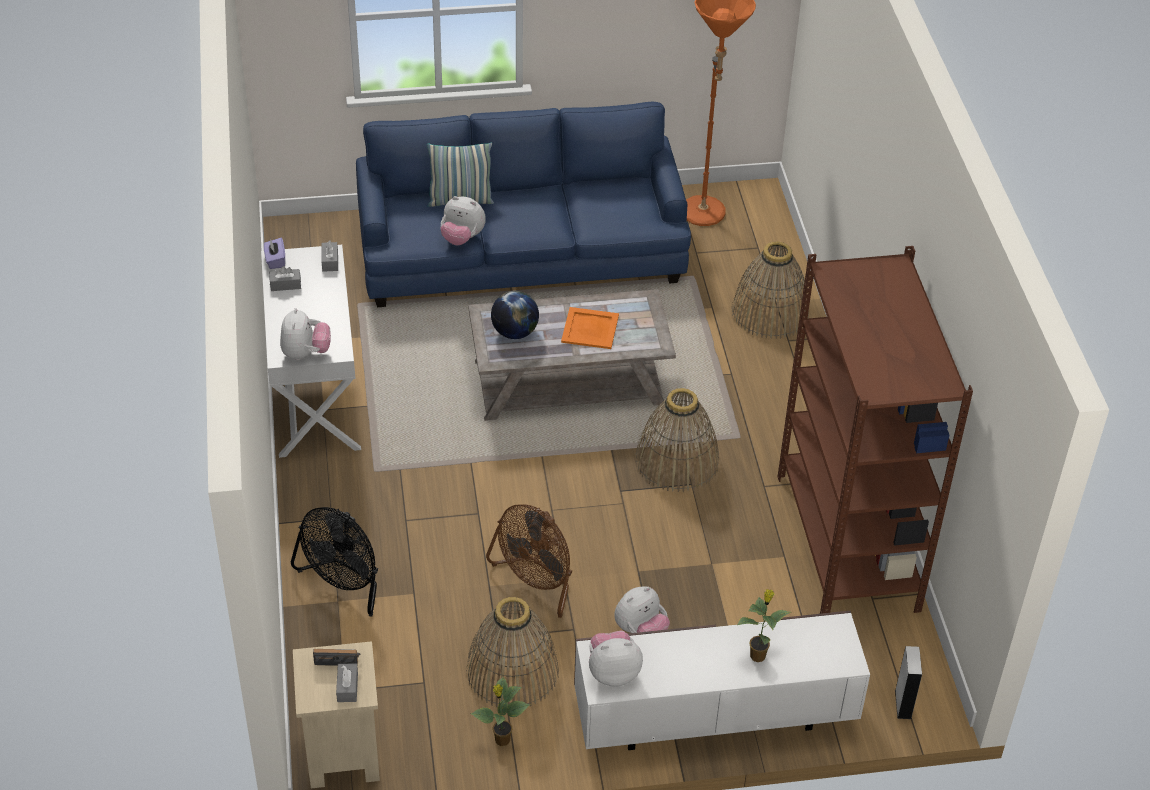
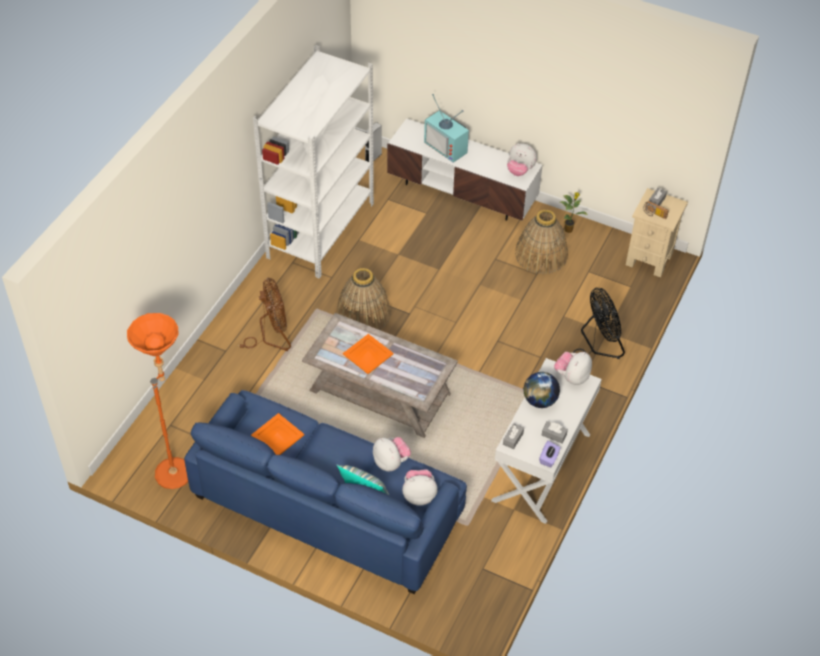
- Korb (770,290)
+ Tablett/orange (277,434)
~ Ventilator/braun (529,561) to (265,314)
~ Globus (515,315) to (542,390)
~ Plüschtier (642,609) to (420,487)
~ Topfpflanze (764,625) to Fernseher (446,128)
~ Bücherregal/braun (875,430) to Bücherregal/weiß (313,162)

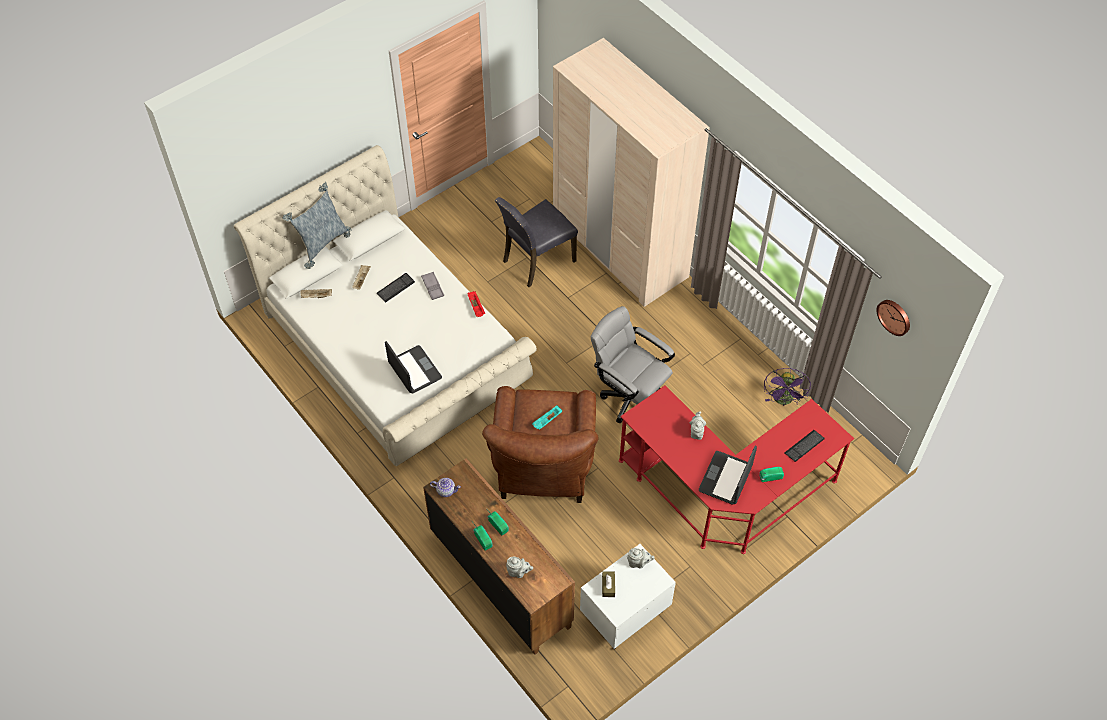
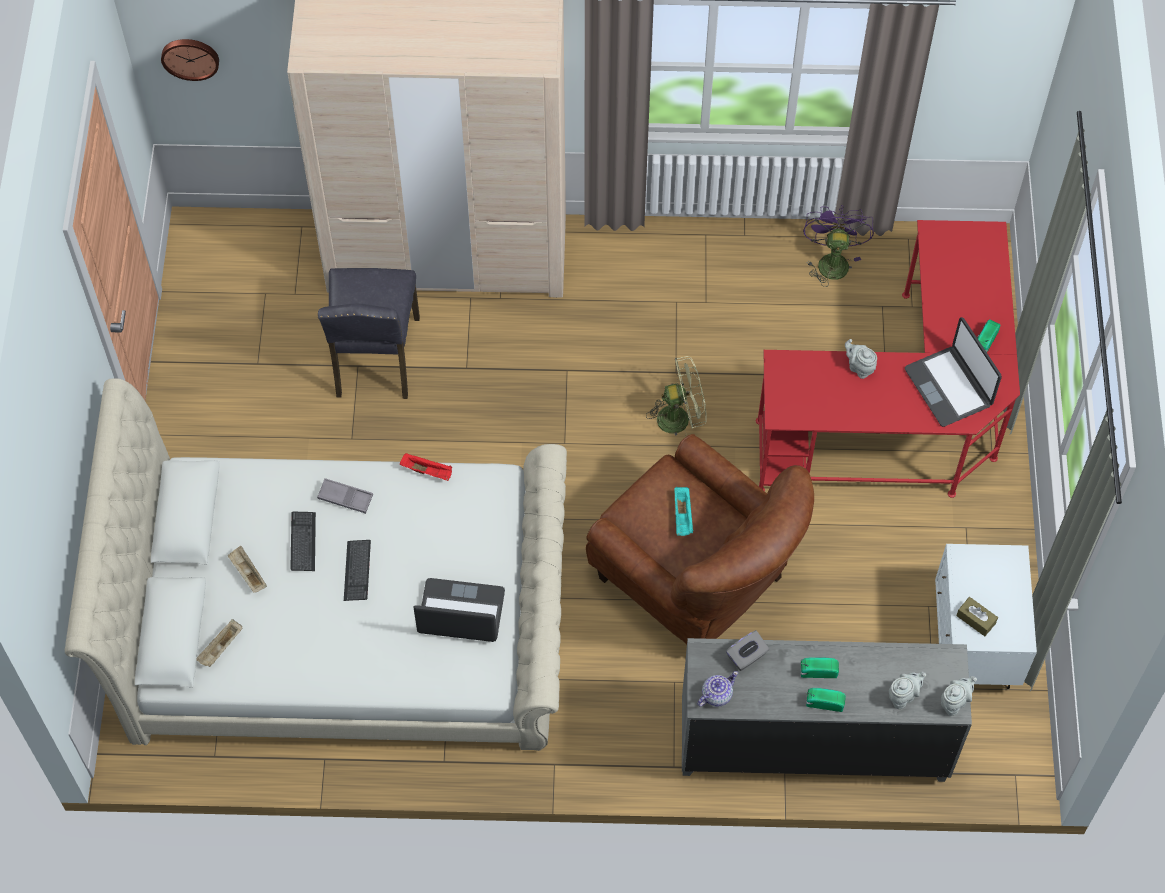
- Kissen (317,225)
+ Taschentuchbox/grau (747,650)
~ Teekanne/grau (640,558) to (959,696)
~ Tastatur (804,446) to (357,570)
~ Wanduhr (893,318) to (190,60)
~ Bürostuhl/grau (633,364) to Ventilator/grün (676,396)
~ Kommode/braun (499,556) to Kommode/grau (827,710)
~ Ventilator/lila (787,387) = (838,246) 135 degrees counterclockwise

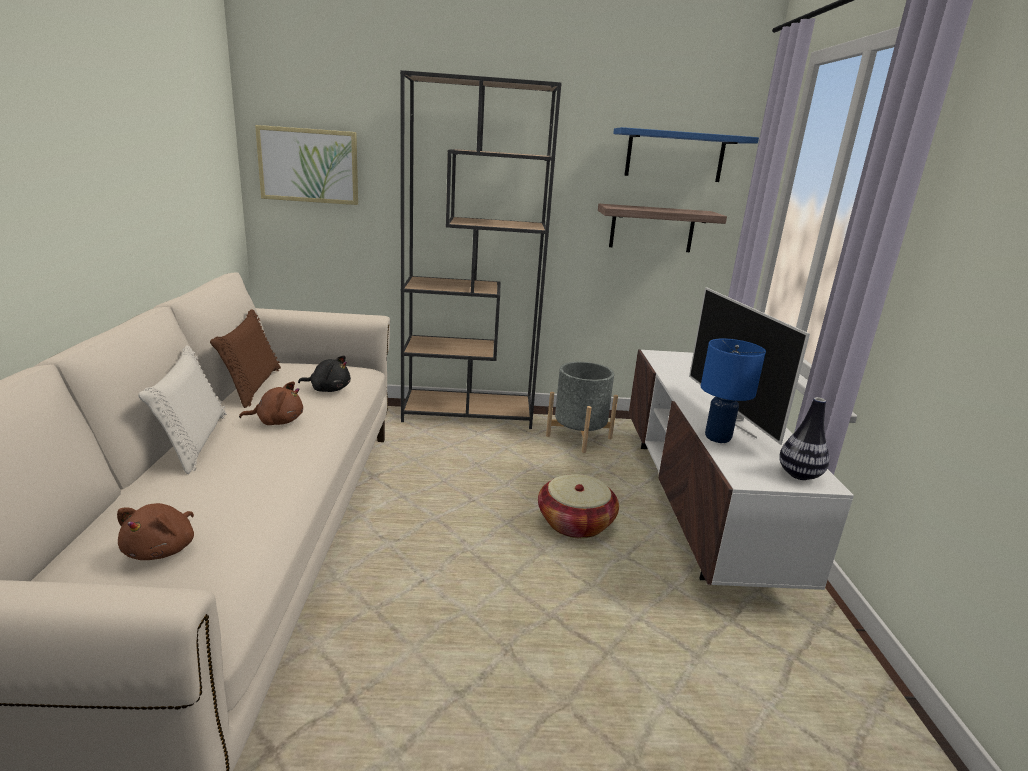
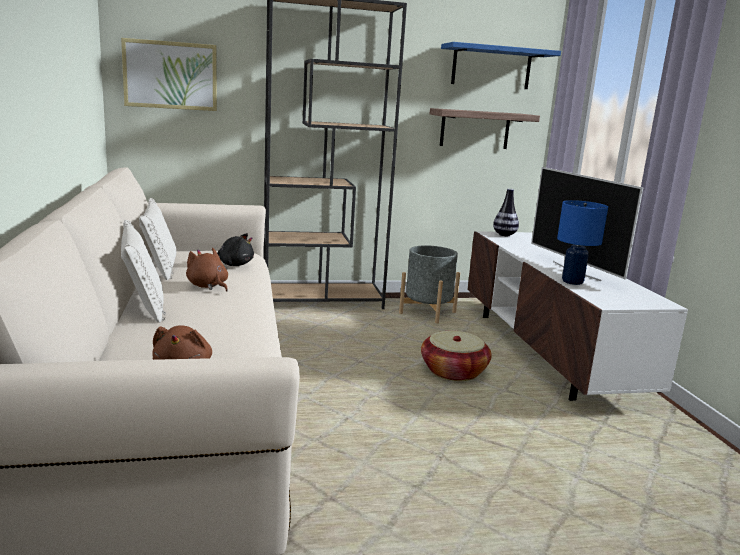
~ Vase (804,438) to (506,212)
~ Kissen/braun (245,358) to Kissen/weiß (158,239)
~ Plüschtier/braun (271,403) = (207,270) 120 degrees counterclockwise

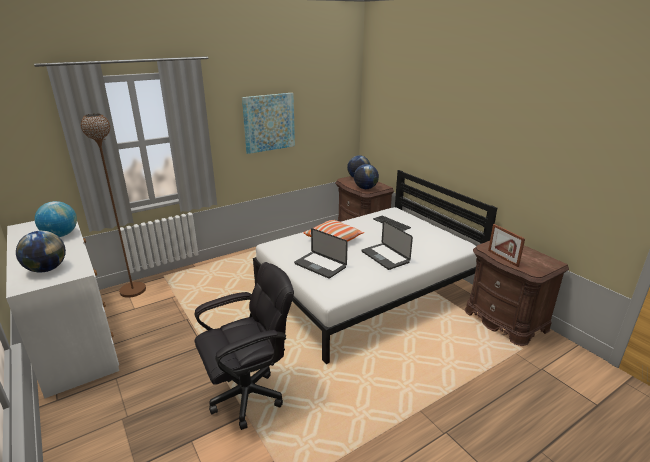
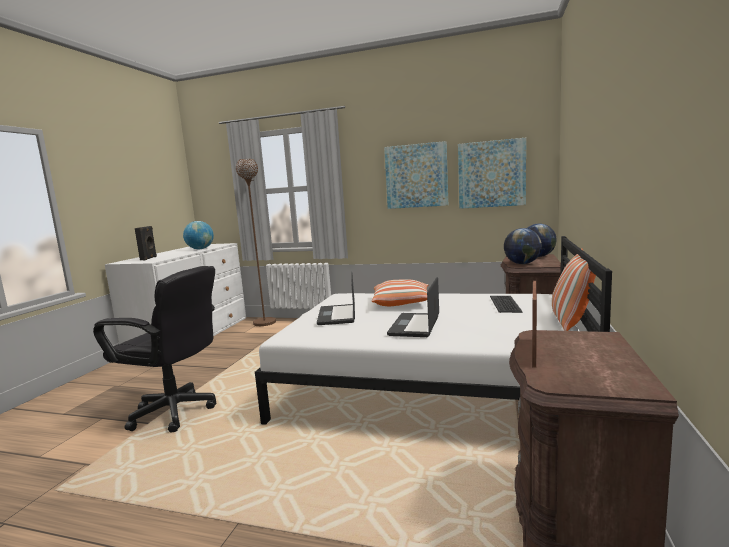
+ Bild (492,173)
+ Kissen (574,289)
~ Globus (41,252) to Lautsprecher/schwarz (146,243)

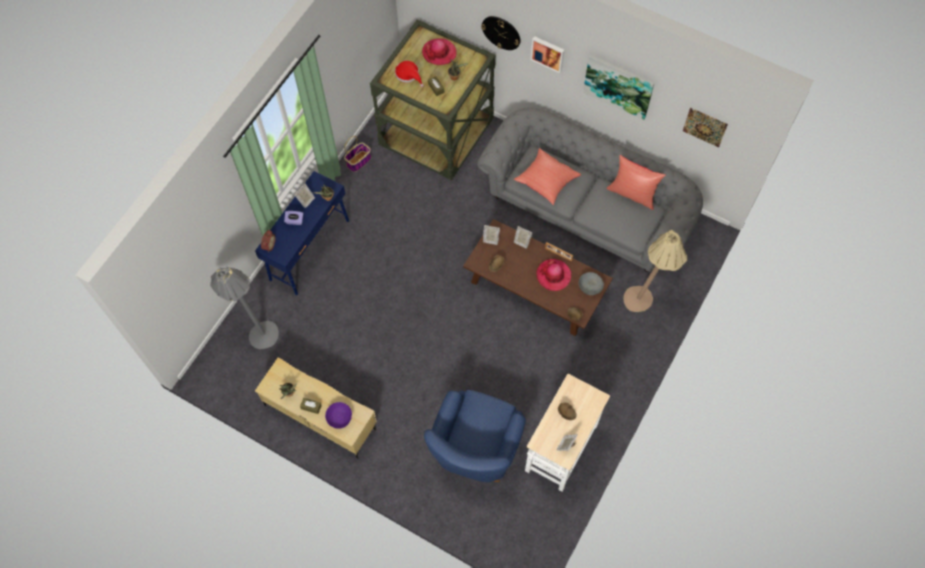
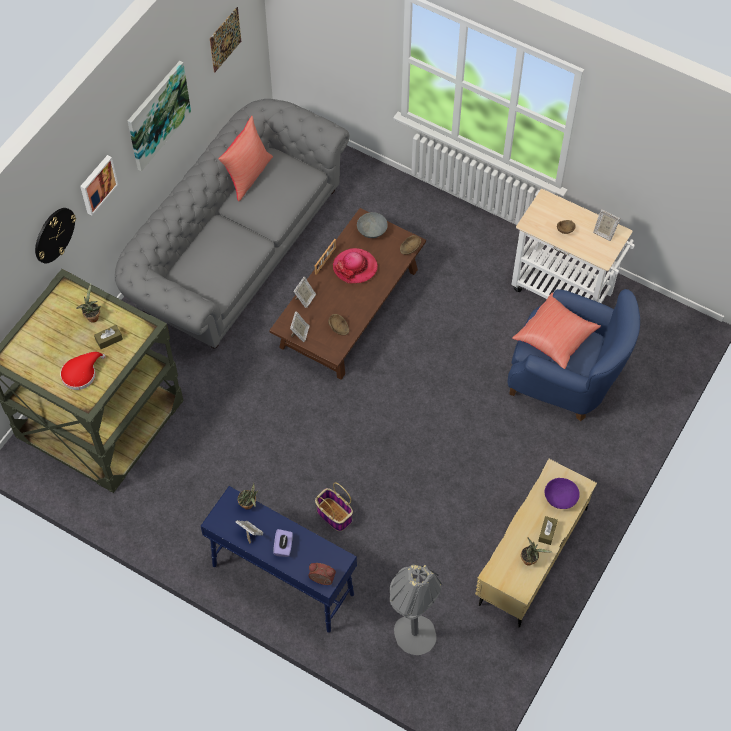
- Hut (439,51)
- Stehlampe/beige (655,271)
~ Korb (357,154) to (334,507)
~ Kissen/rot (547,176) to (556,331)

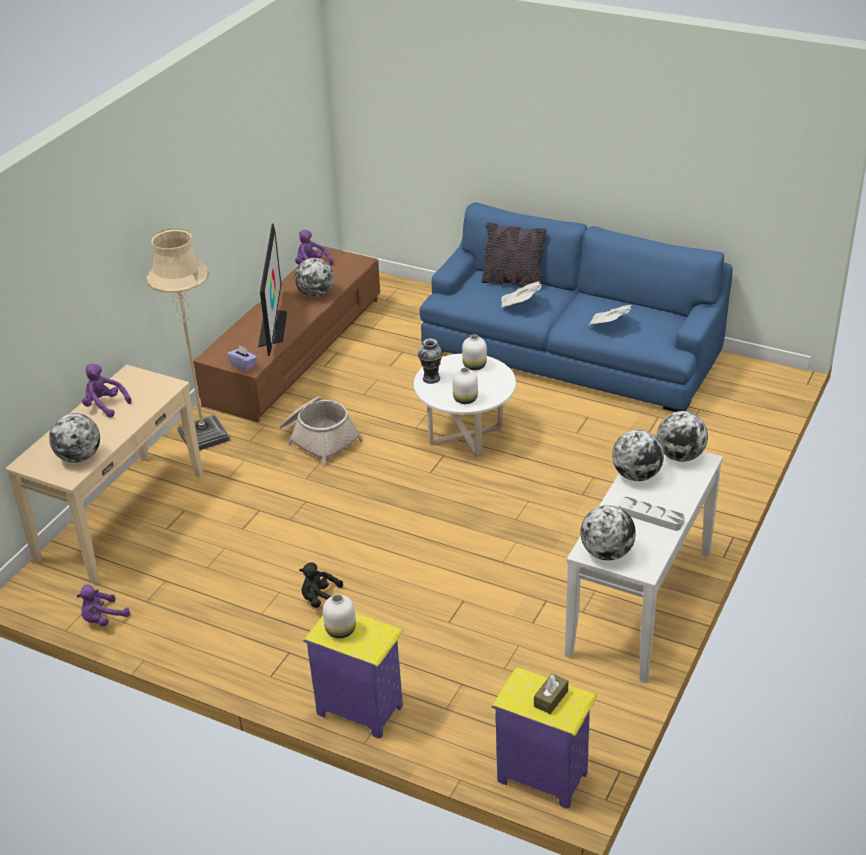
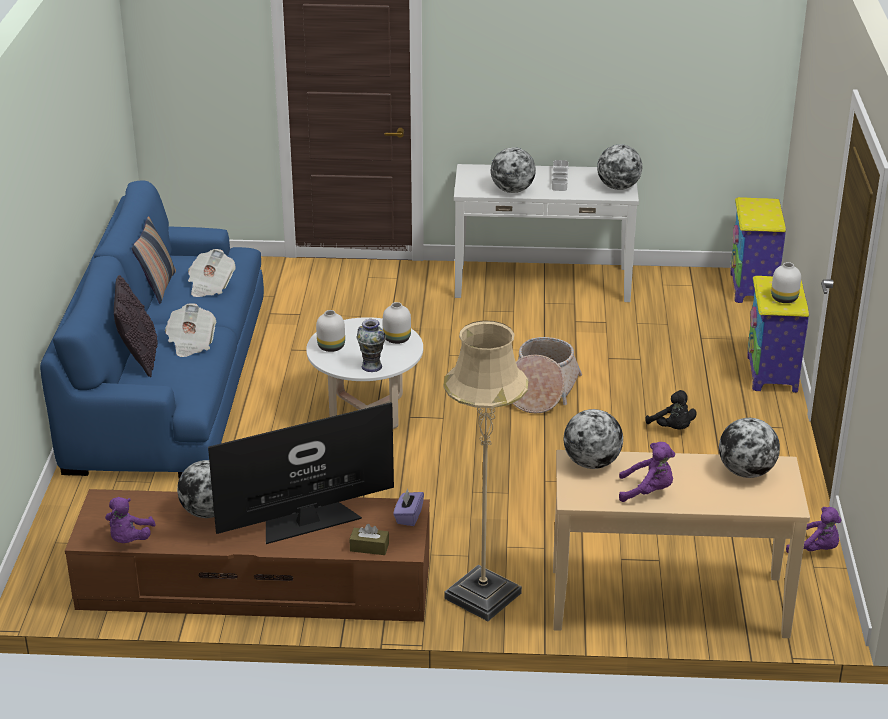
+ Kissen (154,260)
~ Korb (321,431) to (547,375)
~ Taschentuchbox/braun (551,693) to (369,539)
~ Globus (682,436) to (593,439)
~ Plüschtier/lila (106,390) = (647,472) 90 degrees counterclockwise

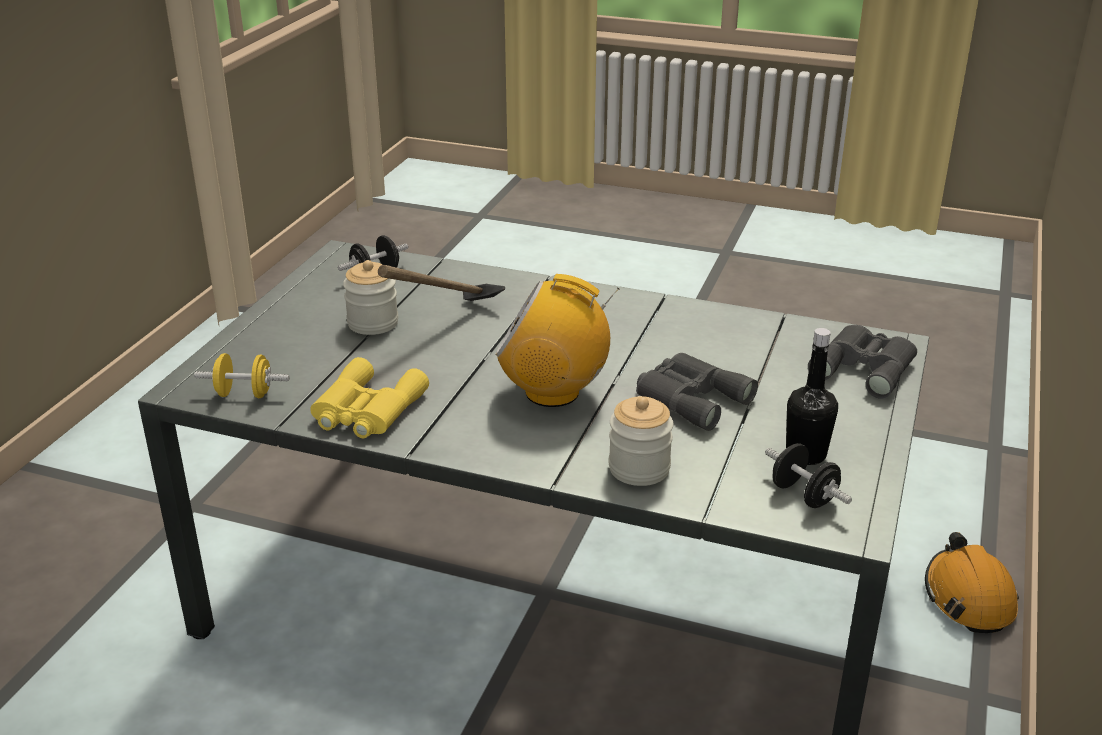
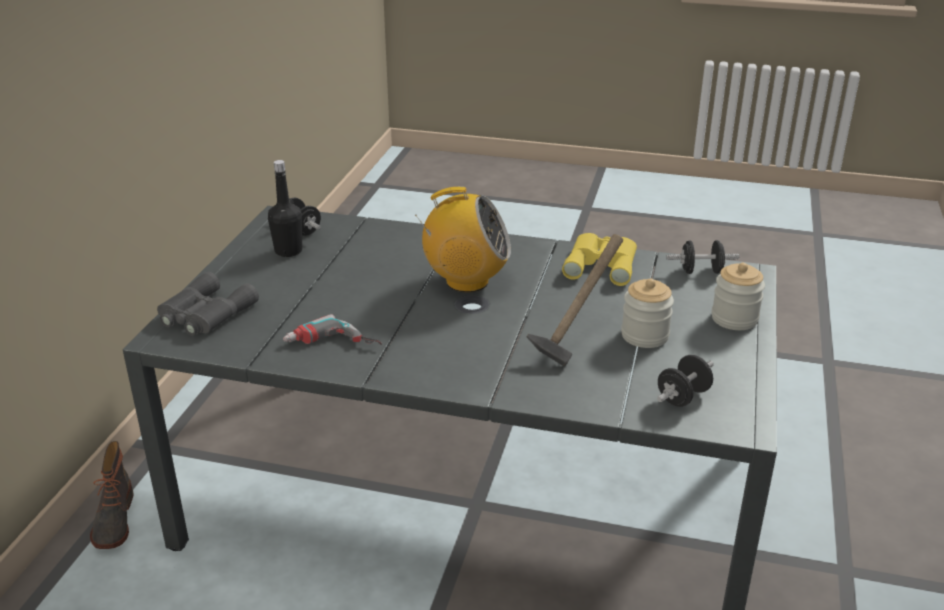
- Fernglas/grau (697,392)
+ Bohrmaschine (332,329)
~ Vorratsglas (641,441) to (738,296)
~ Schutzhelm/orange (972,582) to Stiefel (112,495)
~ Hantel/gelb (241,375) to Hantel/schwarz (703,257)

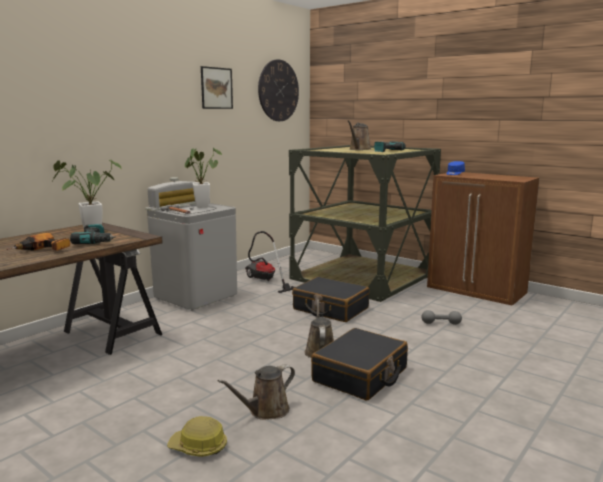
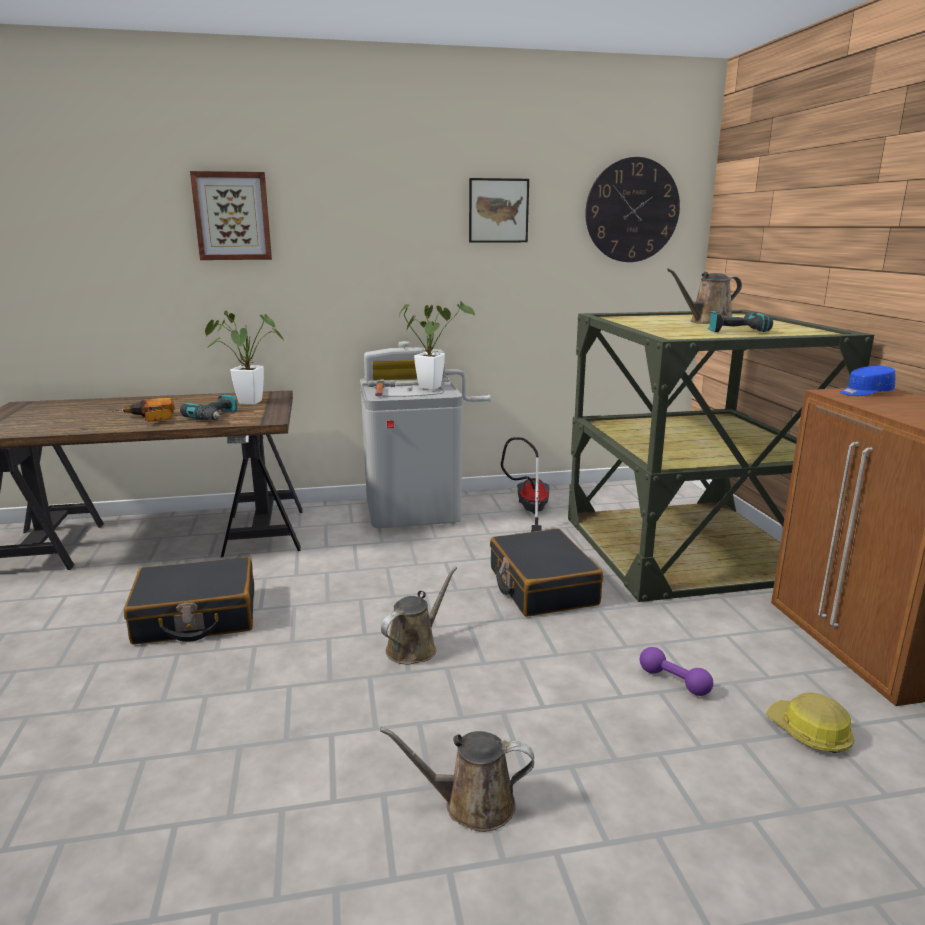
+ Bild (231,215)
~ Schutzhelm (197,436) to (810,722)
~ Gießkanne/braun (256,392) to (457,779)
~ Koffer/schwarz (359,364) to (189,601)
~ Hantel/grau (441,317) to Hantel/lila (676,671)

